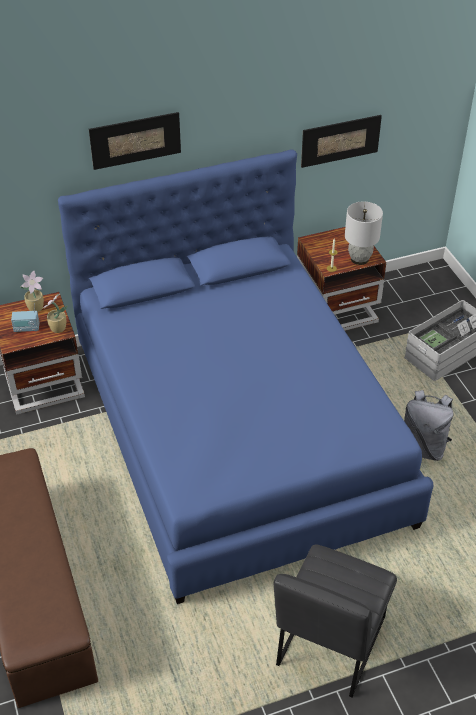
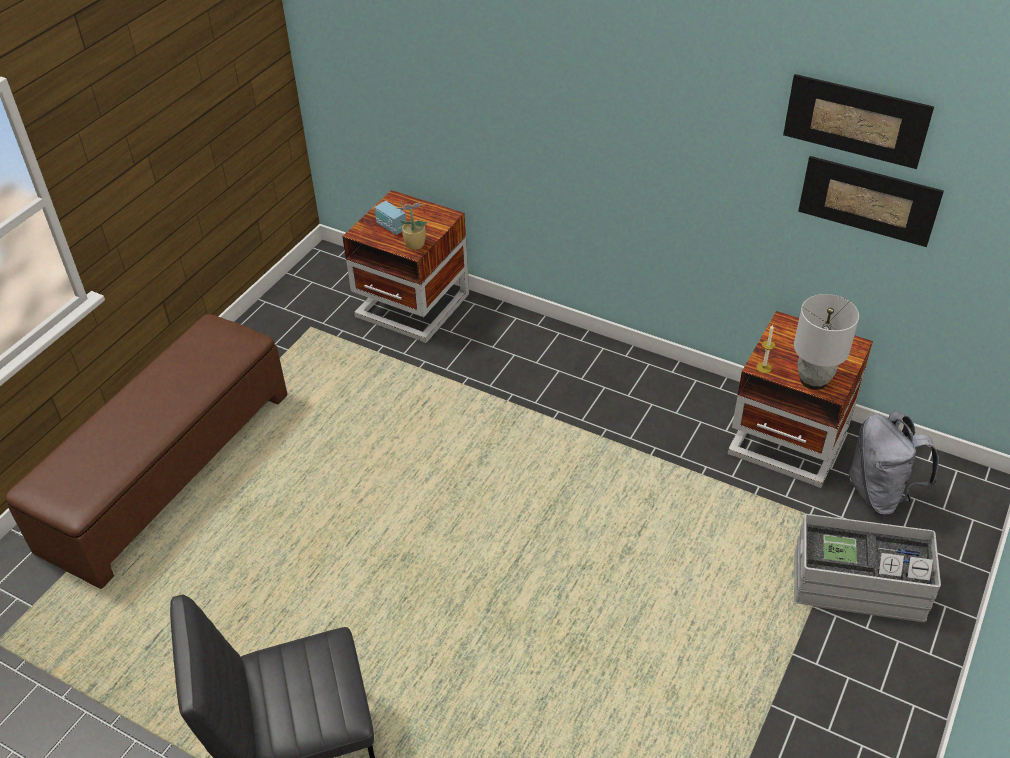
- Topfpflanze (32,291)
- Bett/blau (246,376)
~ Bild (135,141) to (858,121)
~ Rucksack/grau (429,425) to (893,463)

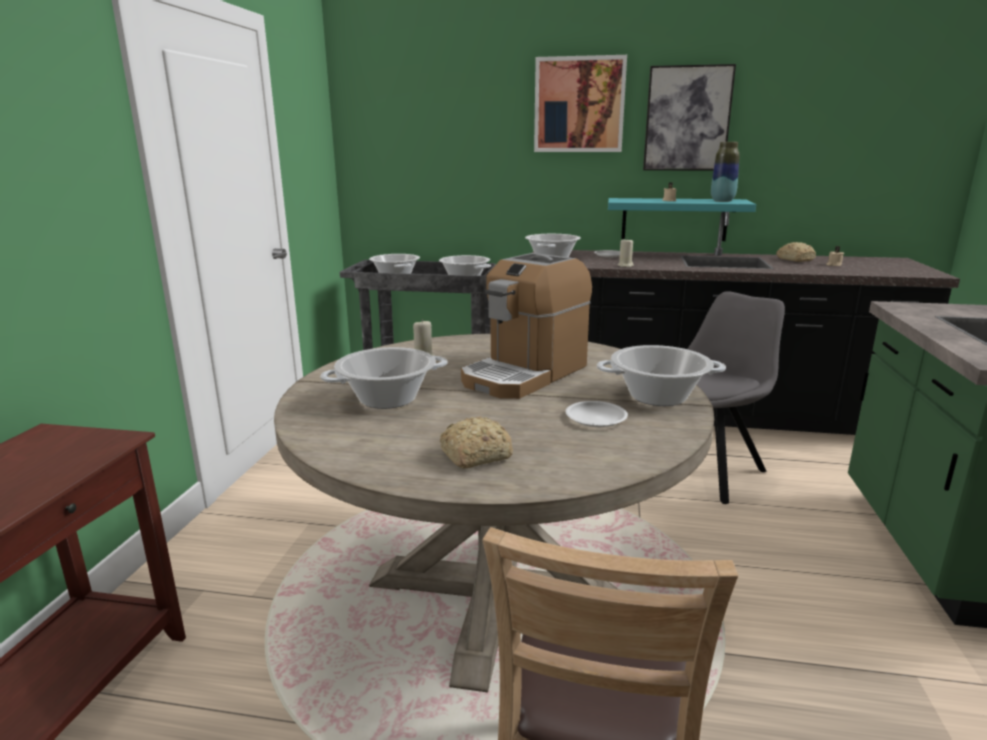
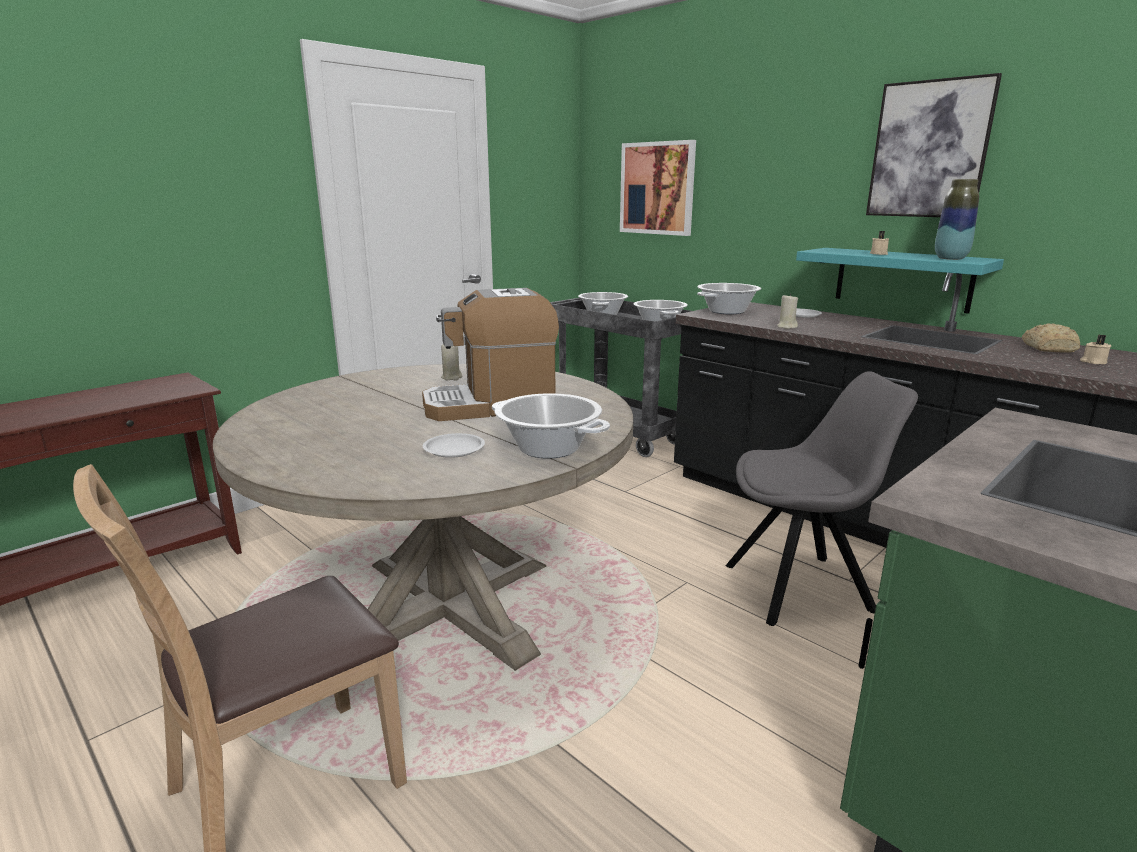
- Kochtopf (384,378)
- Brot (476,442)
~ Bild (580,103) to (658,188)

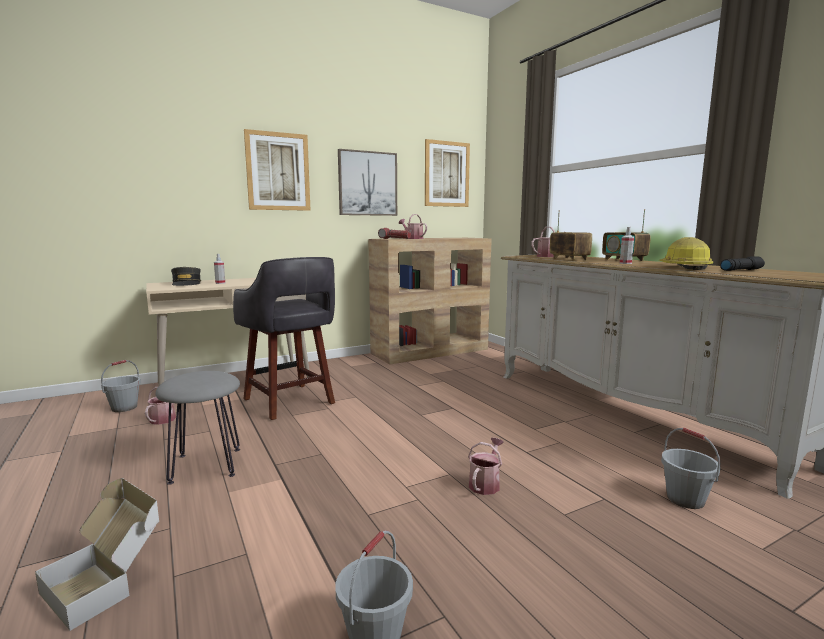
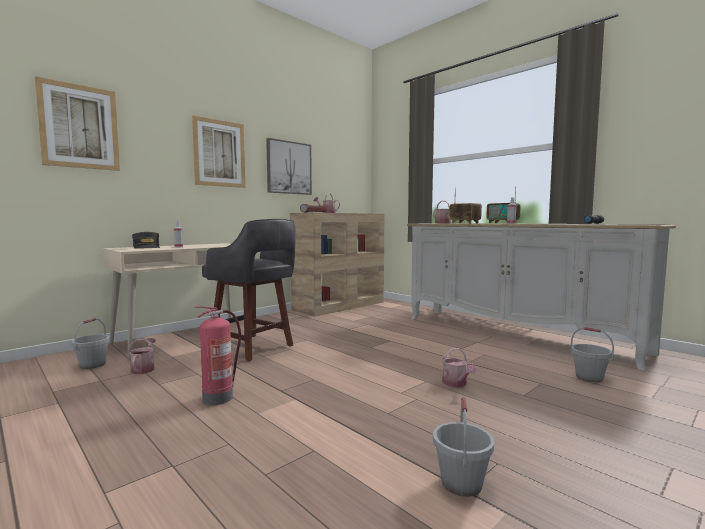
- Karton (97,554)
- Schutzhelm (686,253)
~ Bild (447,173) to (77,123)
~ Hocker/grau (197,428) to Feuerlöscher (217,355)
~ Gießkanne (486,466) = (459,367) 150 degrees clockwise

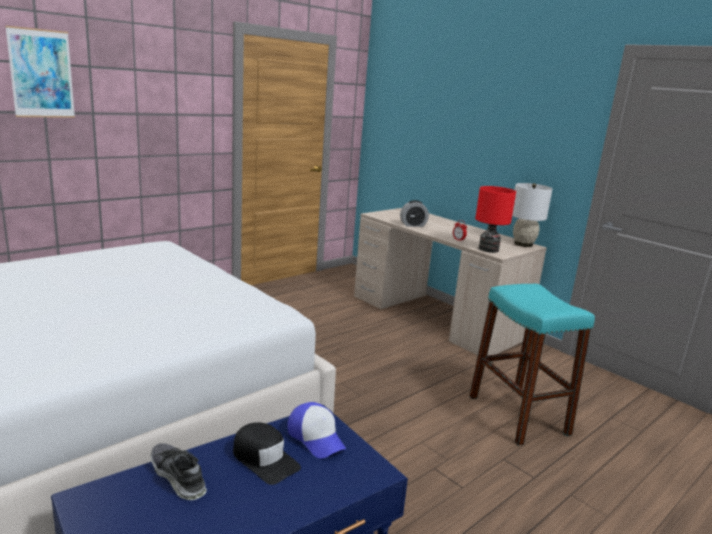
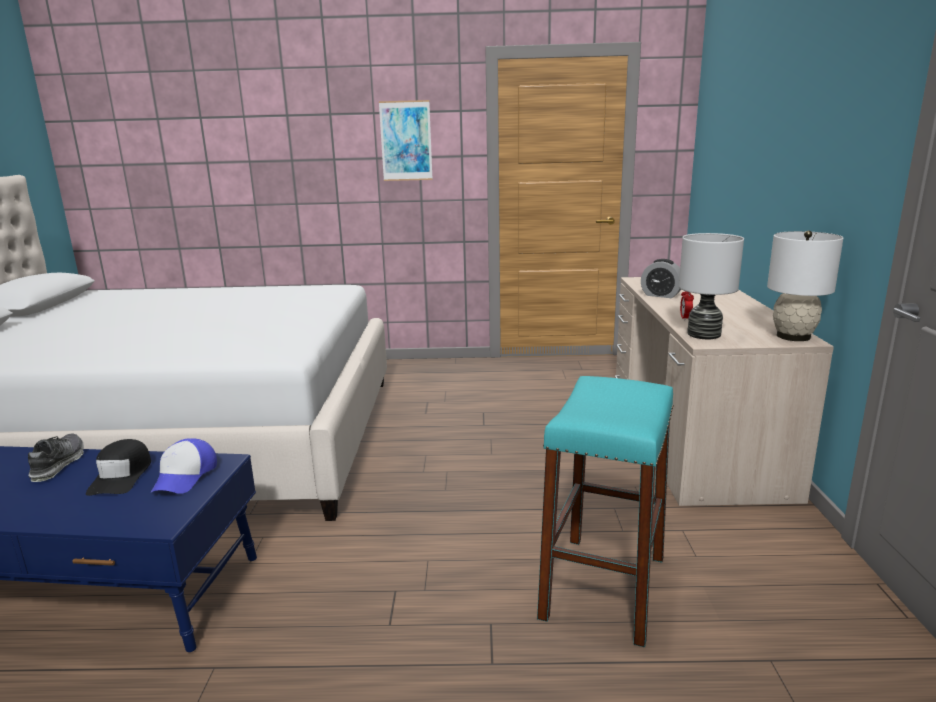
~ Bild (40,72) to (406,140)
~ Tischlampe/rot (495,219) to Tischlampe/grau (711,286)

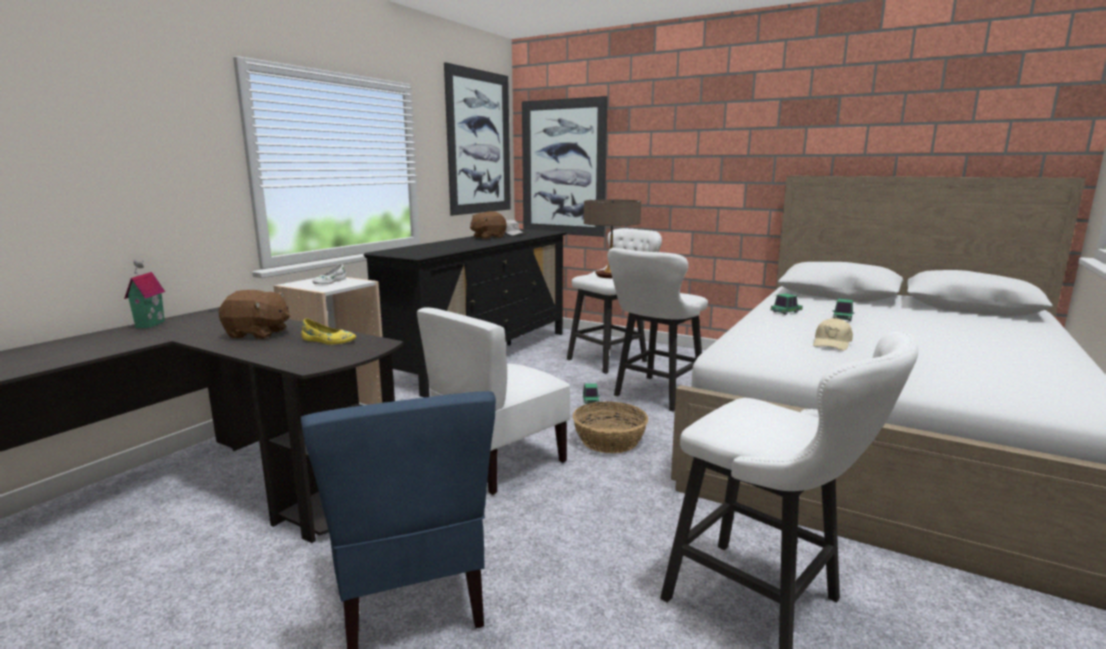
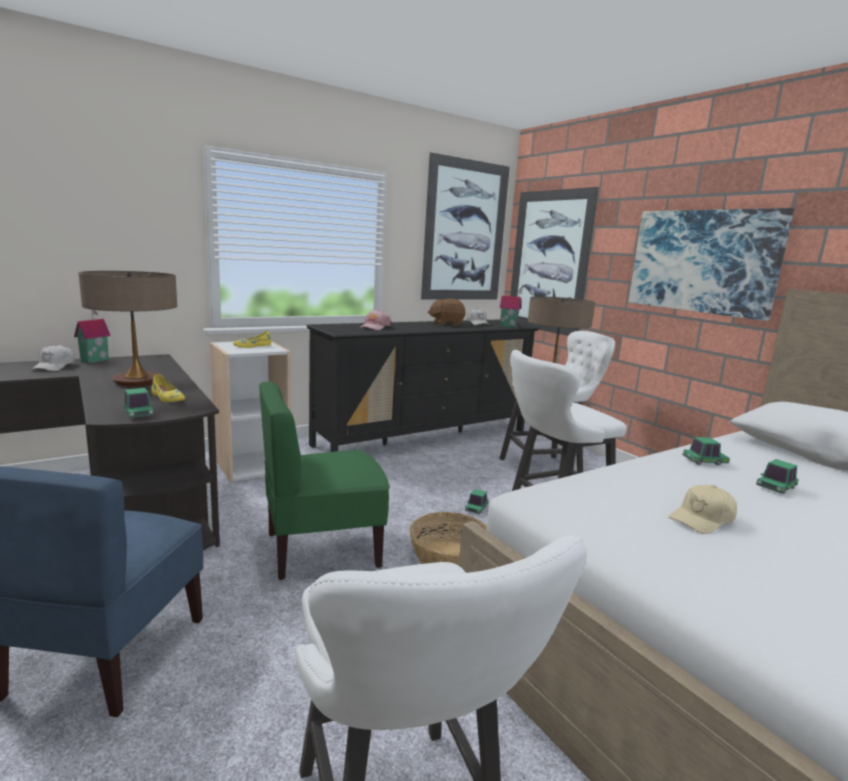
+ Kappe/weiß (53,357)
+ Spielzeugauto (138,403)
+ Kappe/rosa (376,320)
+ Spielzeughaus (511,308)
+ Bild (711,264)
~ Plüschtier/braun (254,314) to Tischlampe (128,329)
~ Schuh/weiß (329,274) to Schuh/gelb (252,339)
~ Stuhl/weiß (493,401) to Stuhl/grün (324,481)

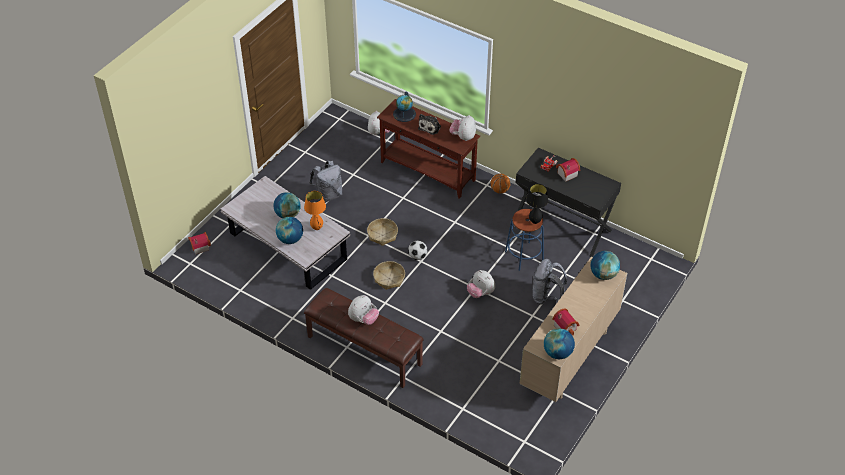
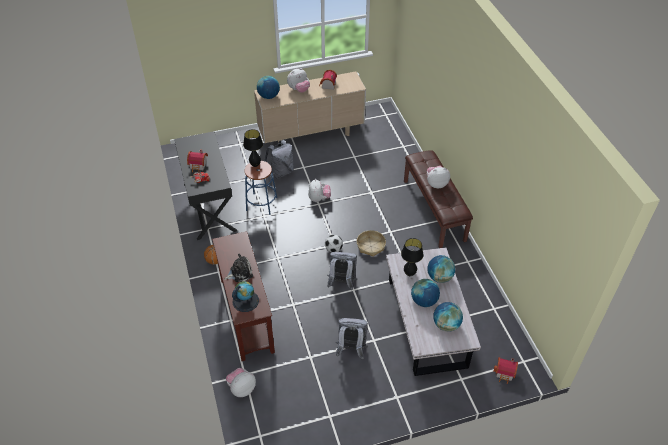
~ Plüschtier (463,128) to (298,80)
~ Globus (559,343) to (448,317)
~ Korb (382,232) to Rucksack/grau (342,271)
~ Tischlampe/orange (315,210) to Tischlampe/schwarz (412,257)

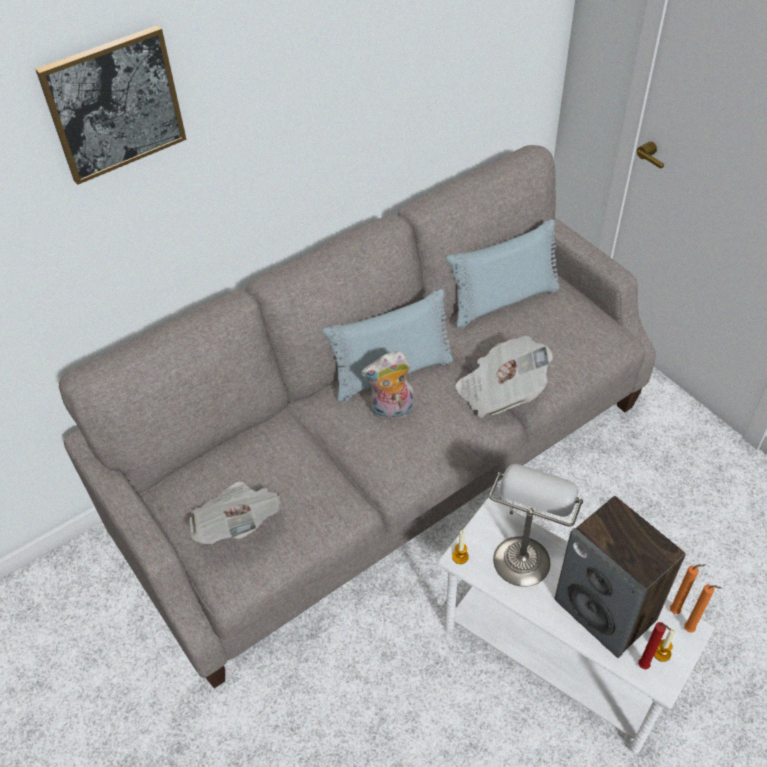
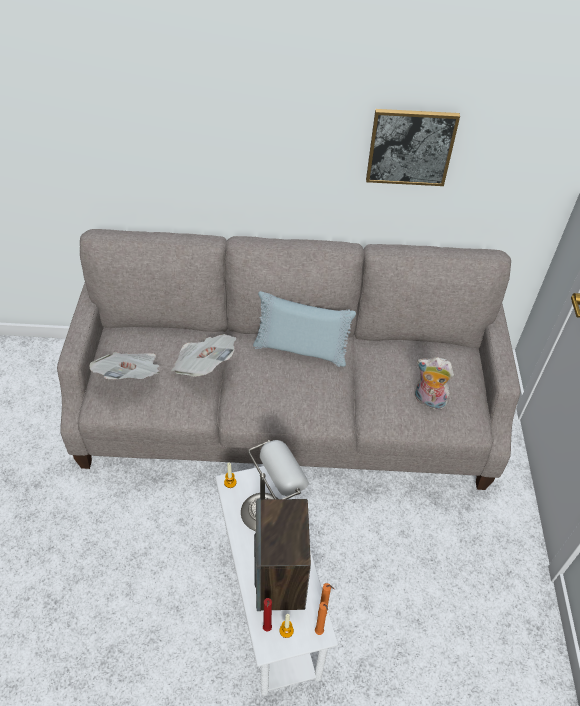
- Kissen/blau (503,273)
~ Bild (110,105) to (413,147)
~ Plüschtier (387,385) to (434,383)
~ Zeitung (504,377) to (203,355)

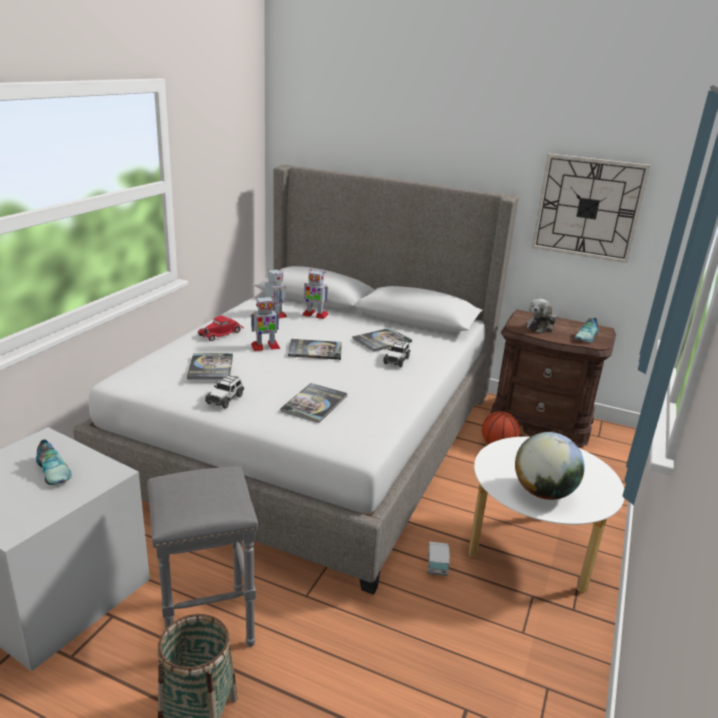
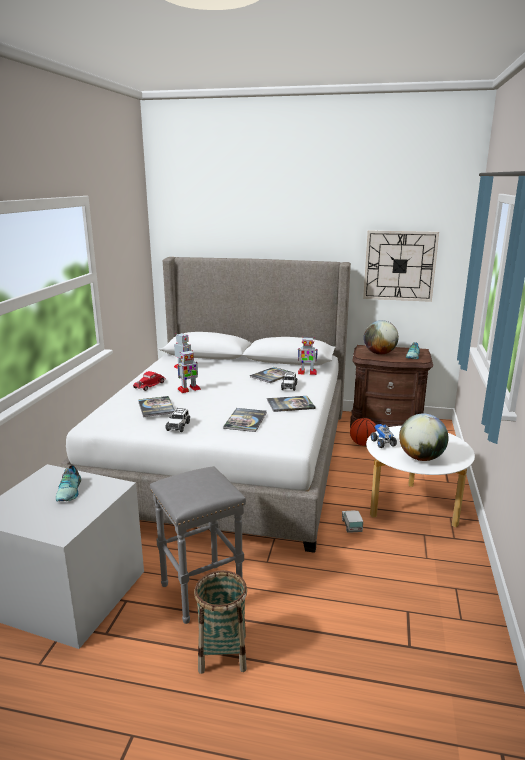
+ Spielzeuglaster (384,436)
~ Buch (315,349) to (291,404)
~ Spielzeugroboter (315,294) to (308,356)
~ Plüschtier (542,316) to Globus (381,337)
~ Schuh (54,462) = (68,483) 45 degrees clockwise

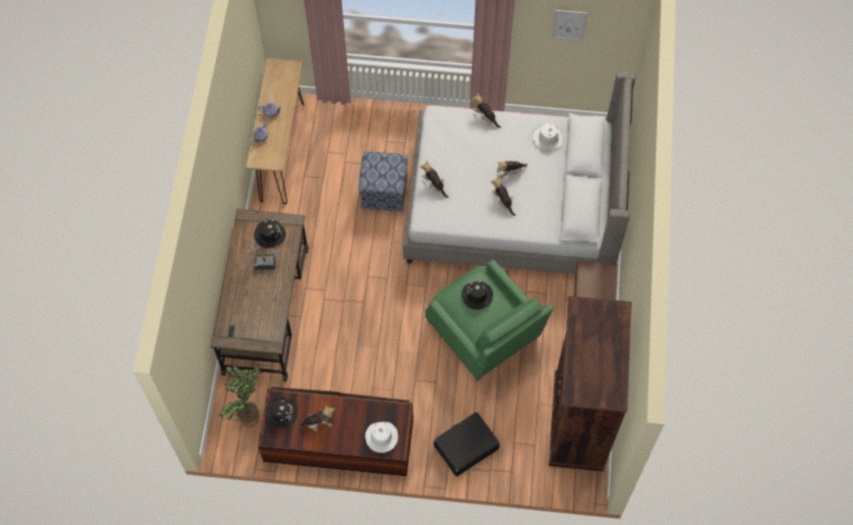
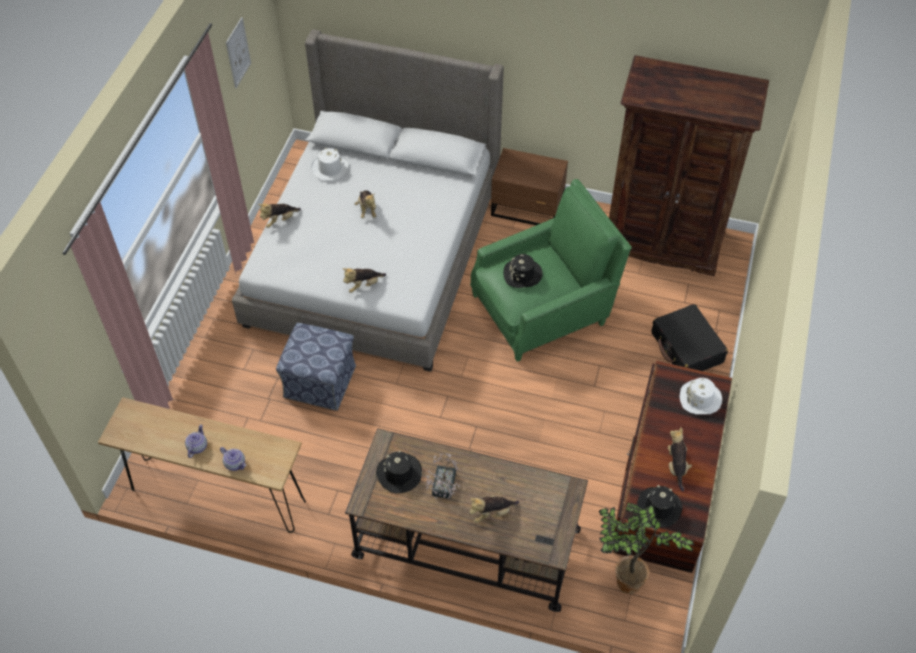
~ Plüschtier (503,196) to (494,509)

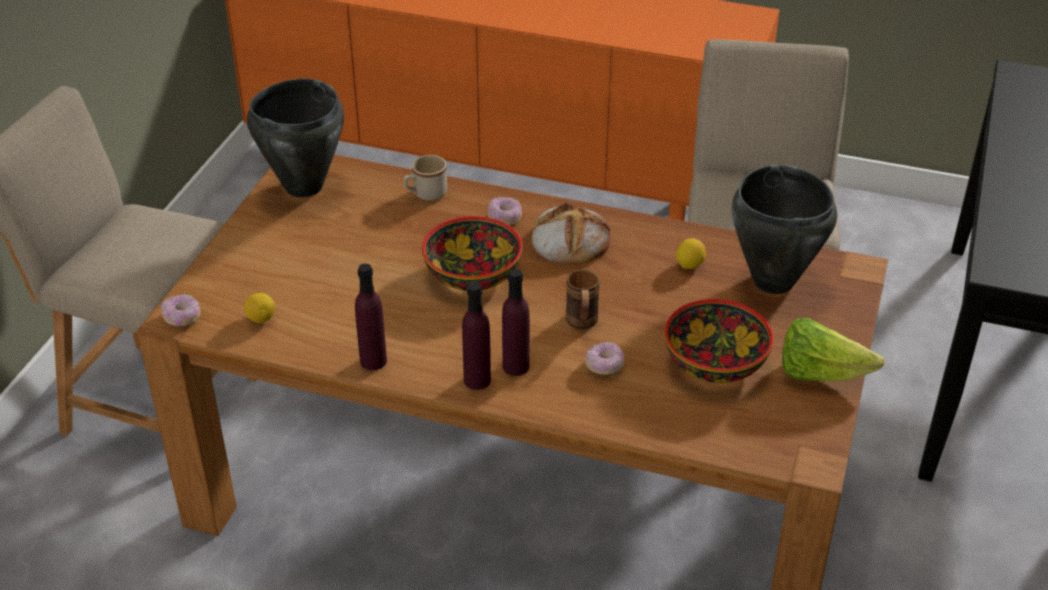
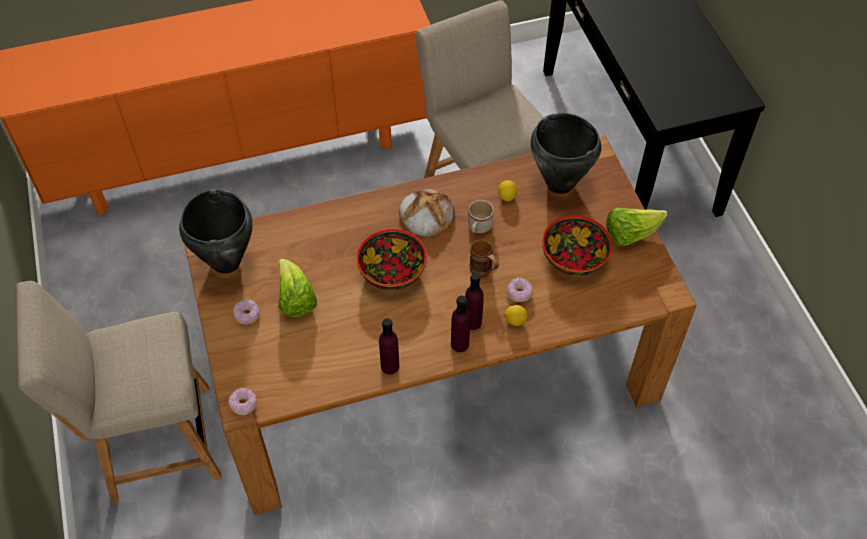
+ Salatkopf (297,287)
~ Zitrone (259,308) to (515,315)
~ Henkelbecher/beige (425,178) to (481,216)
~ Donut (505,211) to (246,312)

